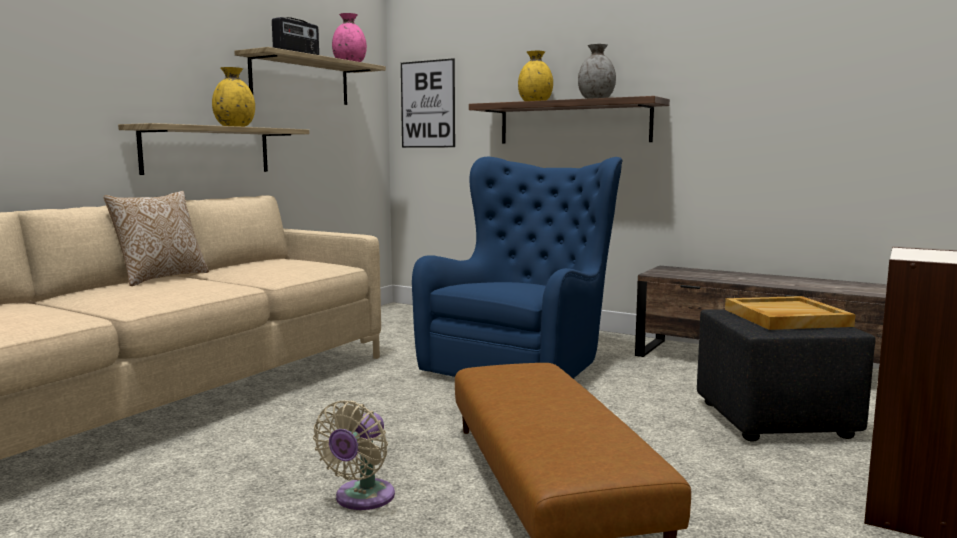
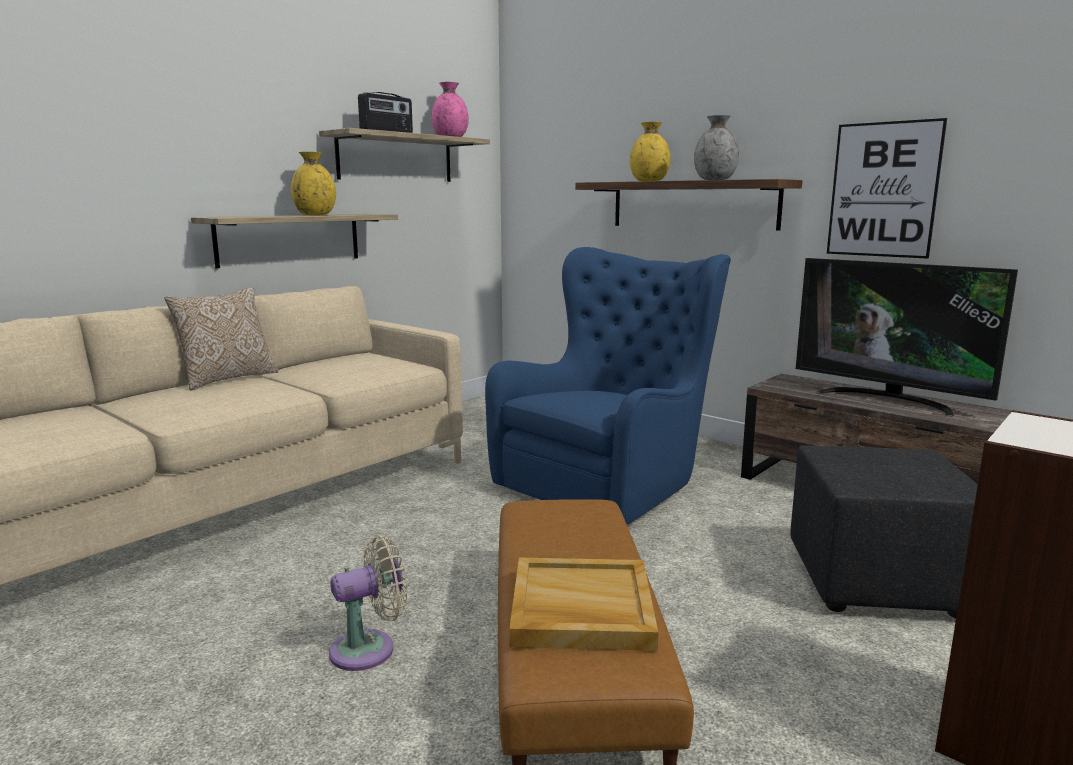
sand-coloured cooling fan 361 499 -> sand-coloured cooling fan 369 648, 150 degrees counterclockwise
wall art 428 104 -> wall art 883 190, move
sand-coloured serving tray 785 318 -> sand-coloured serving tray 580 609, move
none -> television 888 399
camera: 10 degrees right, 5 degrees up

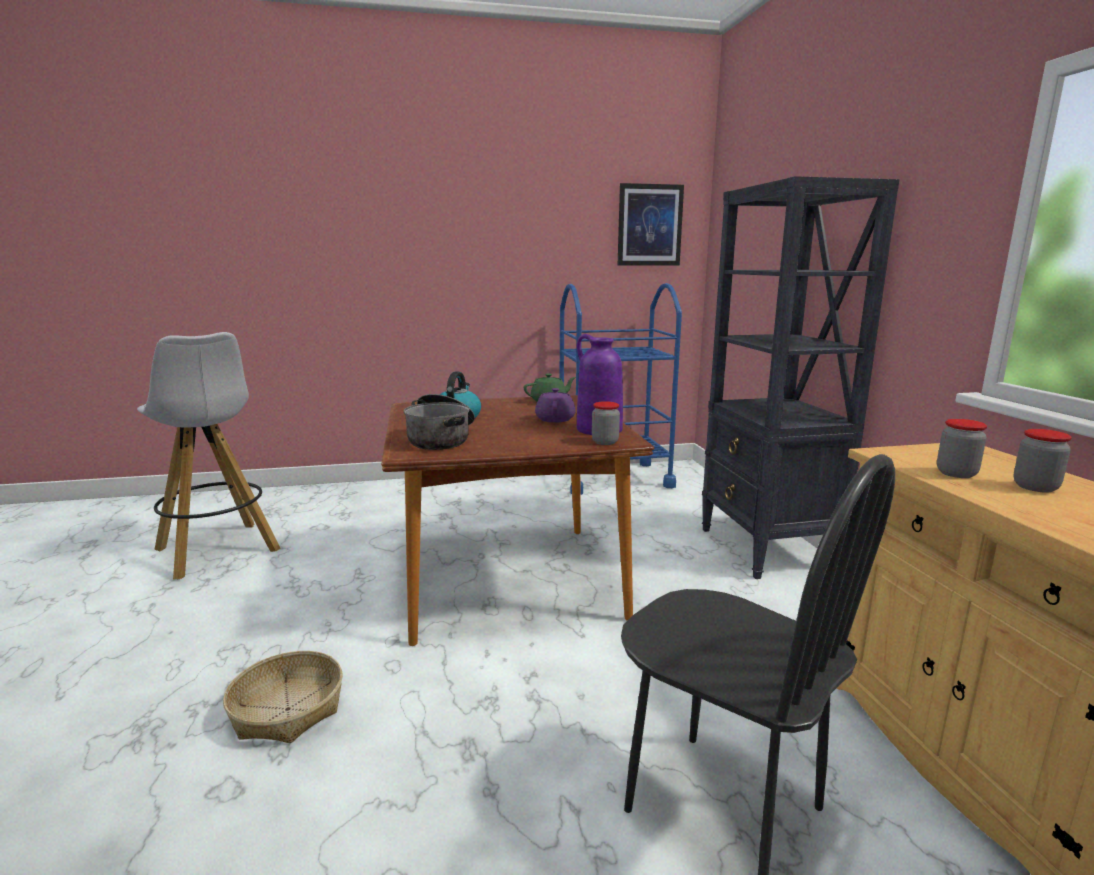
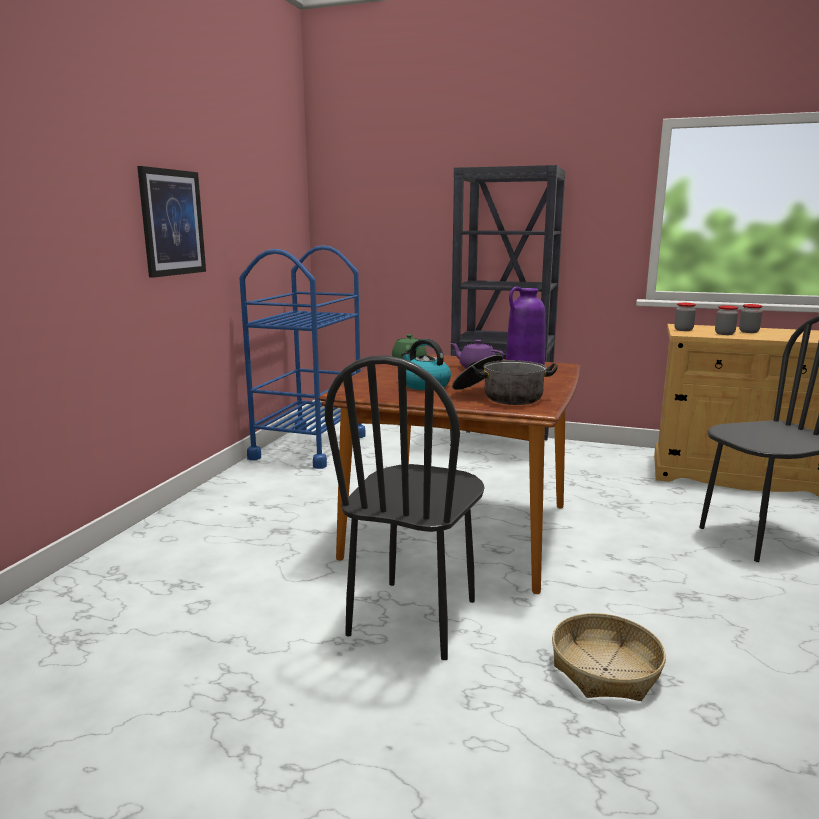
whitish stool 218 551 -> none
preserve jar 605 442 -> preserve jar 683 330, move
wall art 649 225 -> wall art 172 222, move
none -> black-coloured upright chair 414 617
camera: 60 degrees left, 0 degrees up

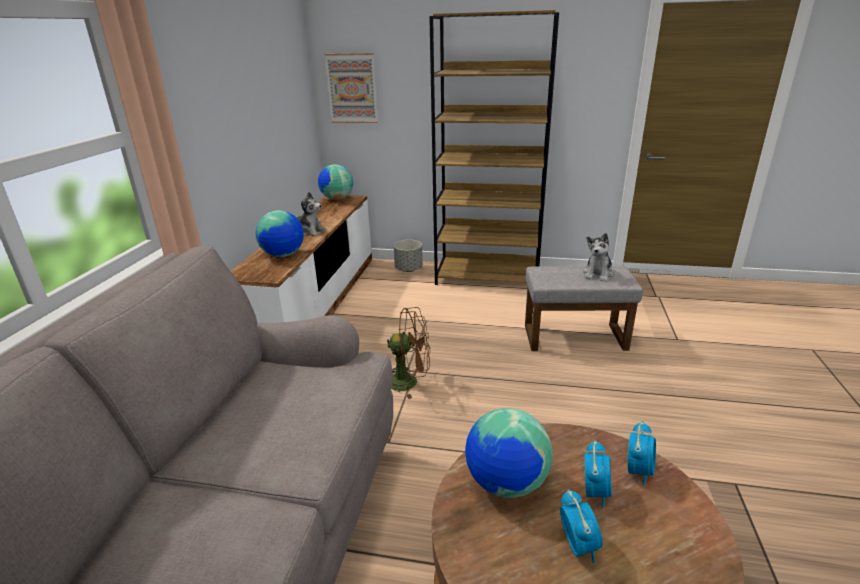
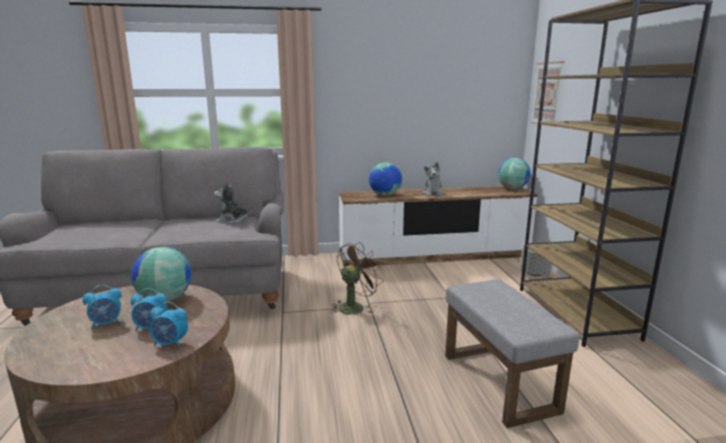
brown-coloured cooling fan 409 381 -> brown-coloured cooling fan 354 306, 120 degrees counterclockwise
soft toy 598 274 -> soft toy 233 220, move
camera: 70 degrees right, 10 degrees down

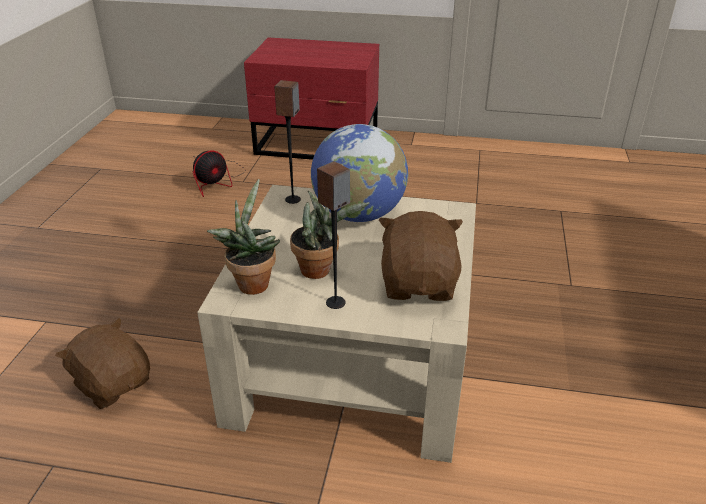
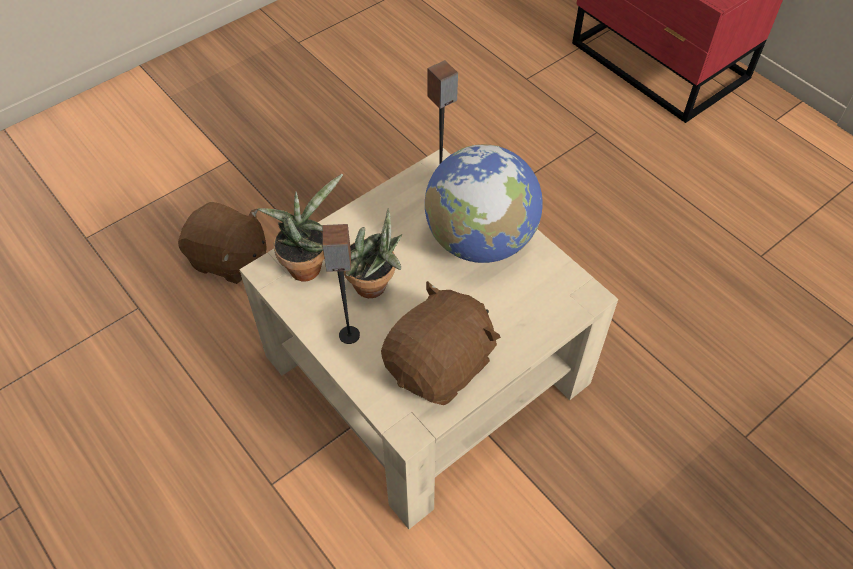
brown-coloured soft toy 113 383 -> brown-coloured soft toy 228 259, 120 degrees clockwise
cooling fan 216 180 -> none
camera: 40 degrees right, 20 degrees up

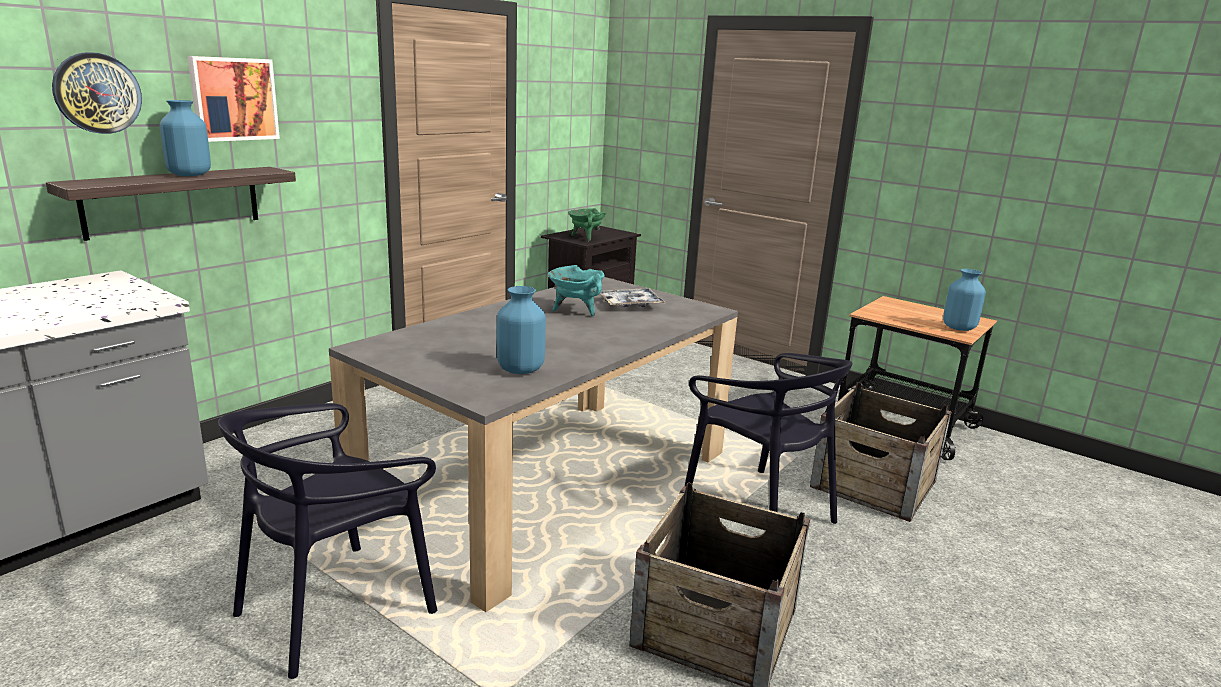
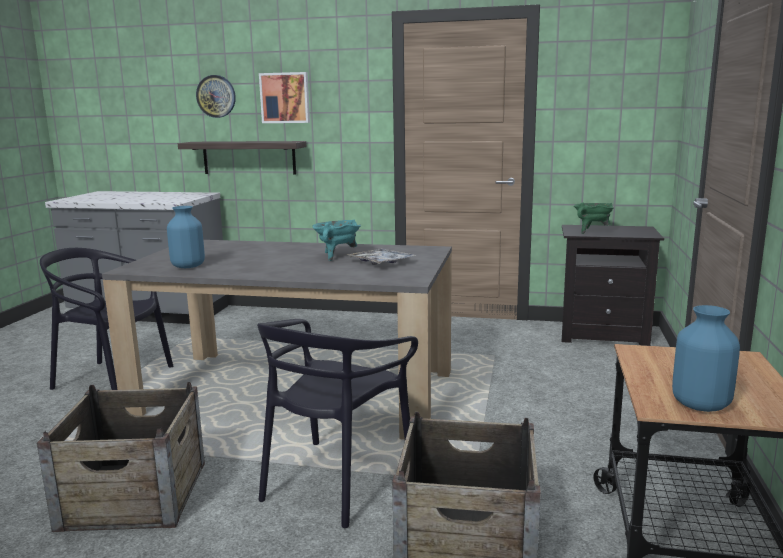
blue flower vase 190 175 -> none
camera: 65 degrees right, 5 degrees down

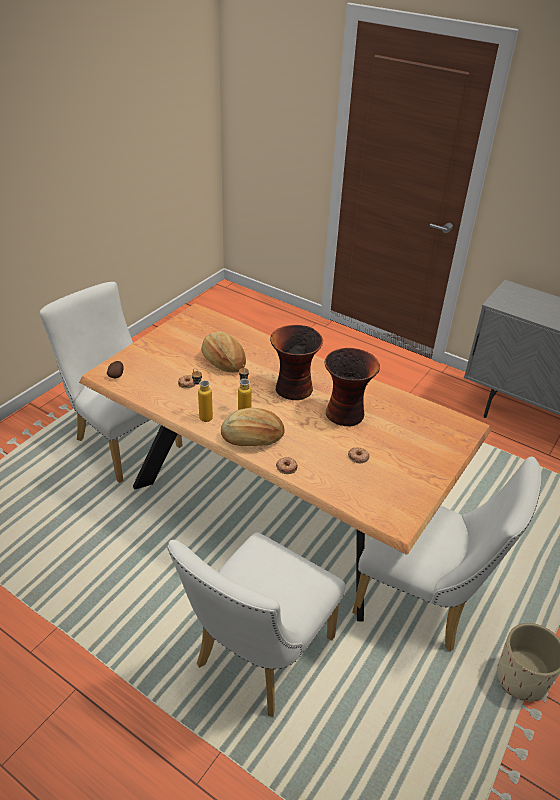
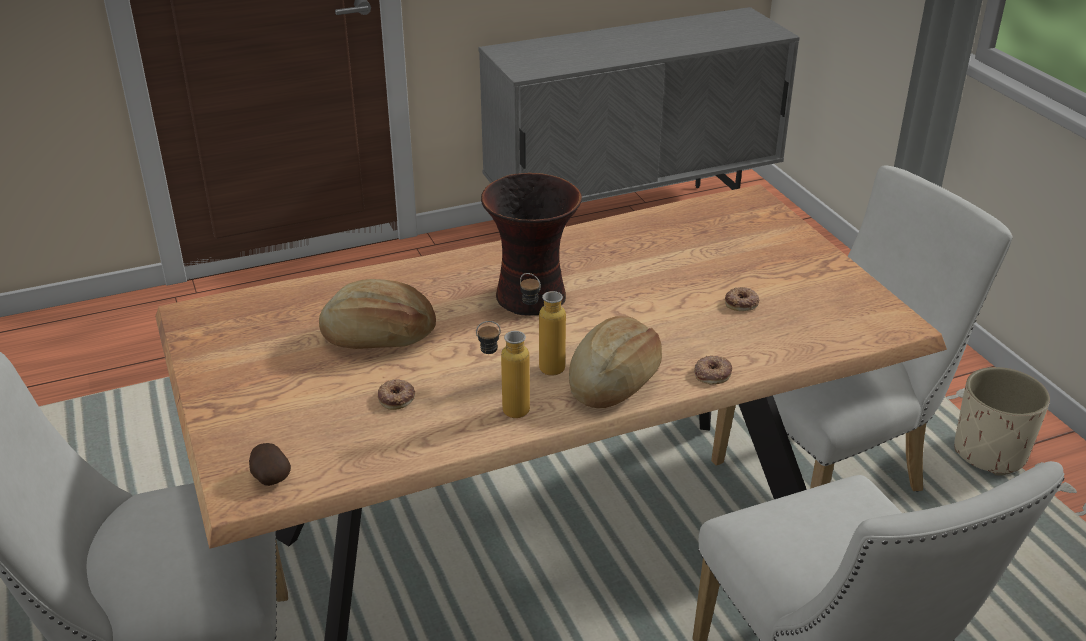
flower vase 346 414 -> none
camera: 55 degrees left, 5 degrees down

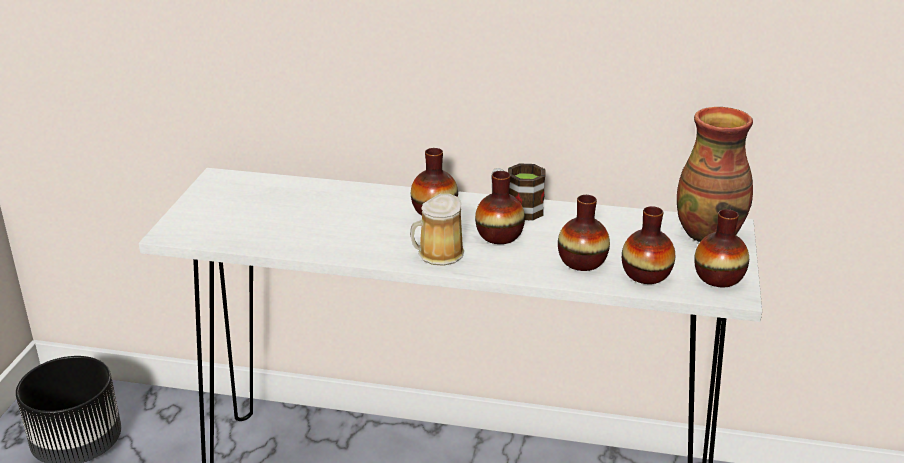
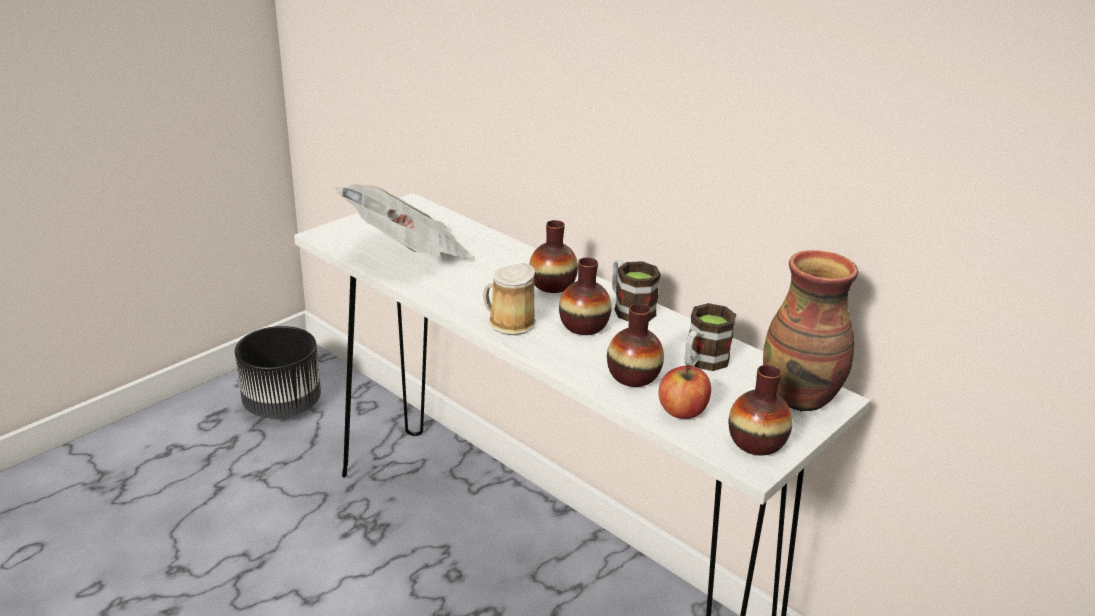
flower vase 646 274 -> apple fruit 682 411
none -> printed paper 409 254
none -> tea mug 702 362
camera: 30 degrees right, 0 degrees up

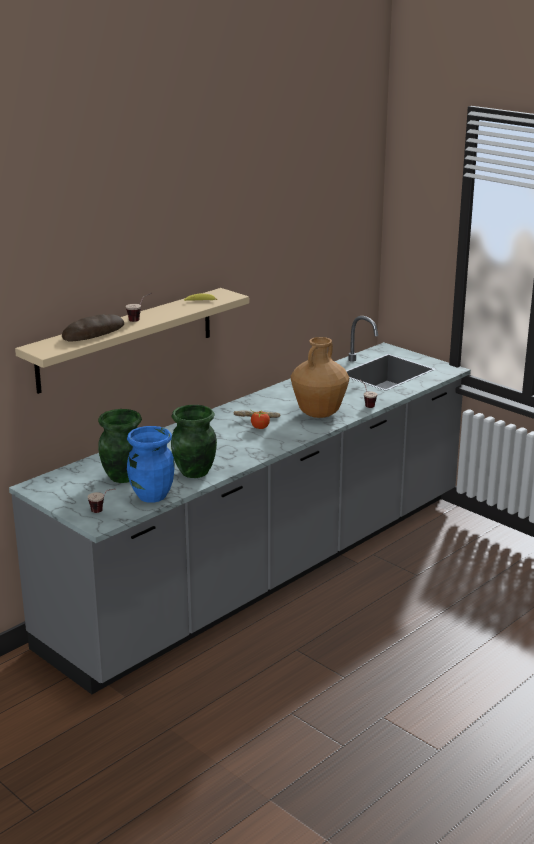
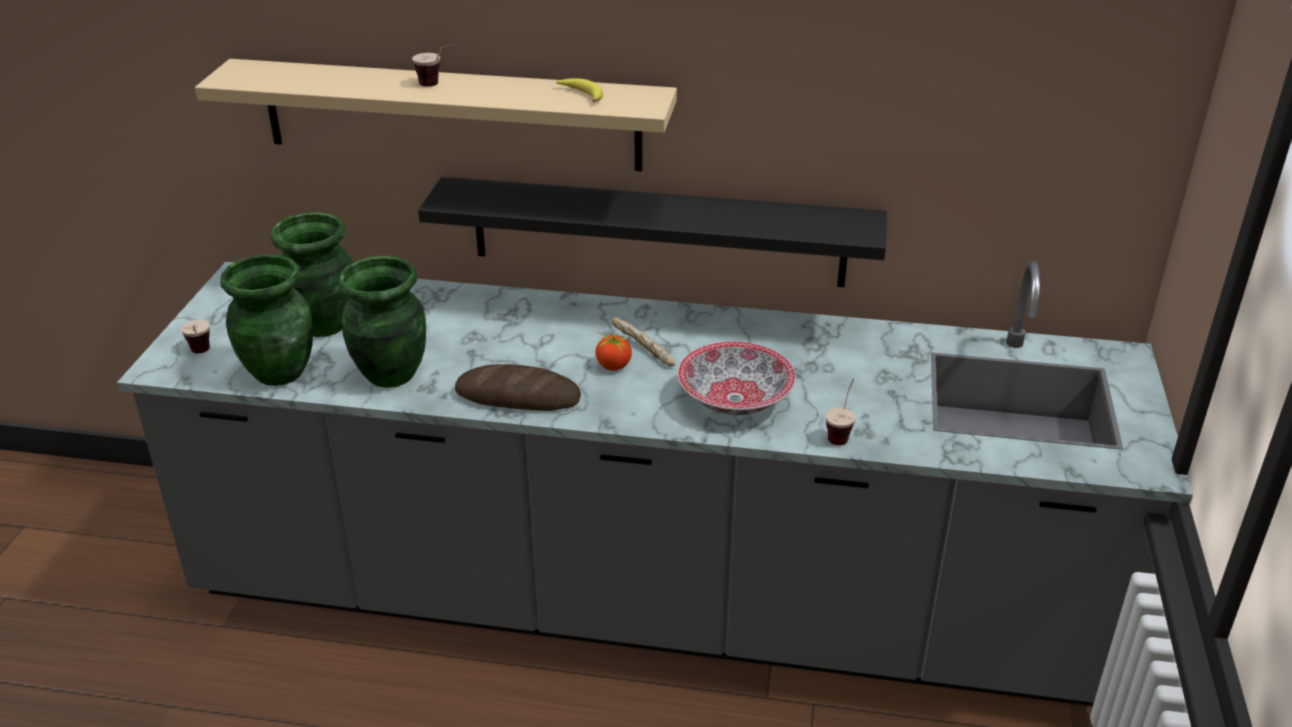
bread 93 333 -> bread 518 396, move
blue flower vase 152 495 -> green-coloured flower vase 280 372
brown-coloured flower vase 318 414 -> bowl 734 400
none -> black-coloured bracket shelf 658 232
camera: 55 degrees right, 10 degrees up

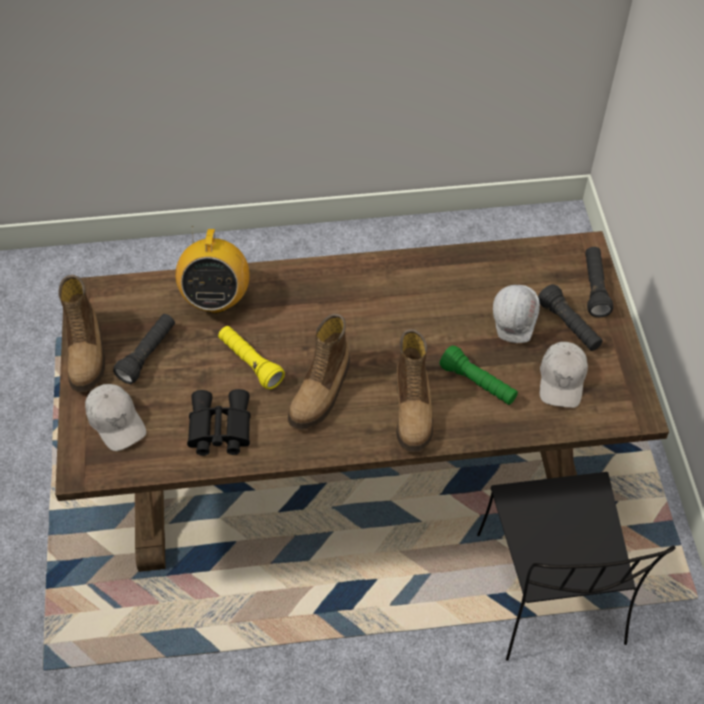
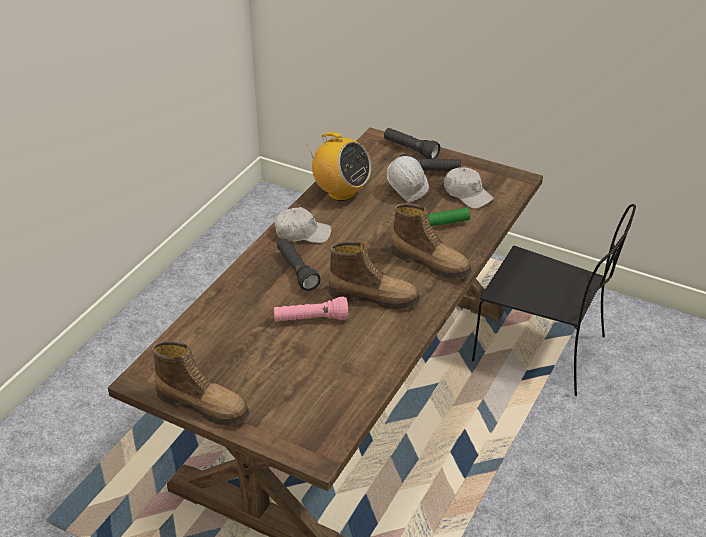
whitish peaked cap 116 421 -> whitish peaked cap 302 233, move
black-coloured hand torch 148 354 -> black-coloured hand torch 296 271, move
radio receiver 216 299 -> radio receiver 341 193, move
black-coloured binoculars 218 429 -> none
yellow-coloured hand torch 250 363 -> pink hand torch 311 320
high-top boot 321 392 -> high-top boot 374 297, 45 degrees counterclockwise
camera: 55 degrees left, 15 degrees down

